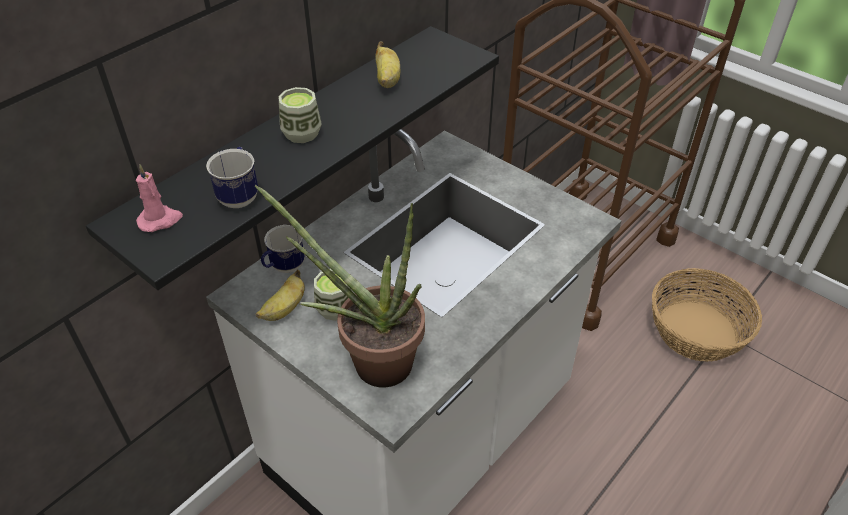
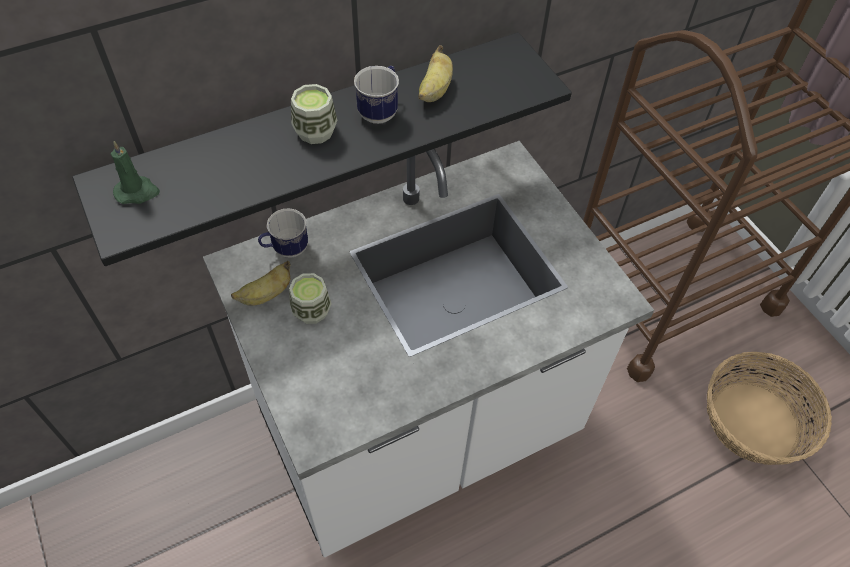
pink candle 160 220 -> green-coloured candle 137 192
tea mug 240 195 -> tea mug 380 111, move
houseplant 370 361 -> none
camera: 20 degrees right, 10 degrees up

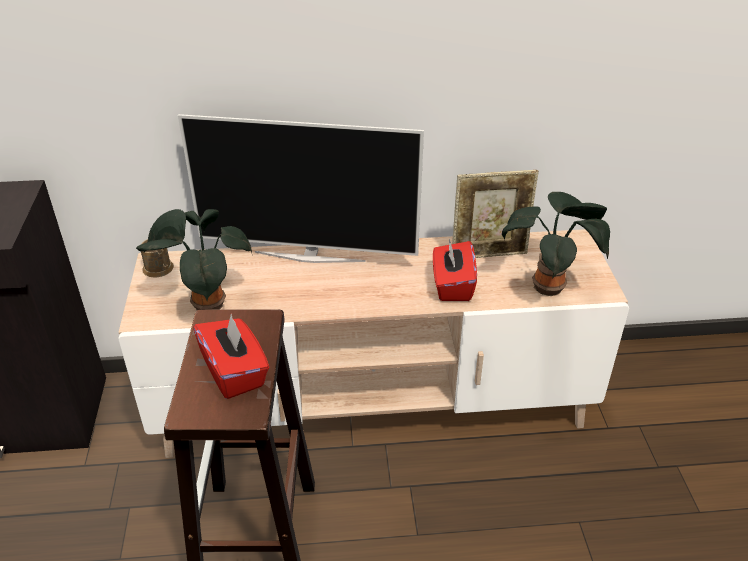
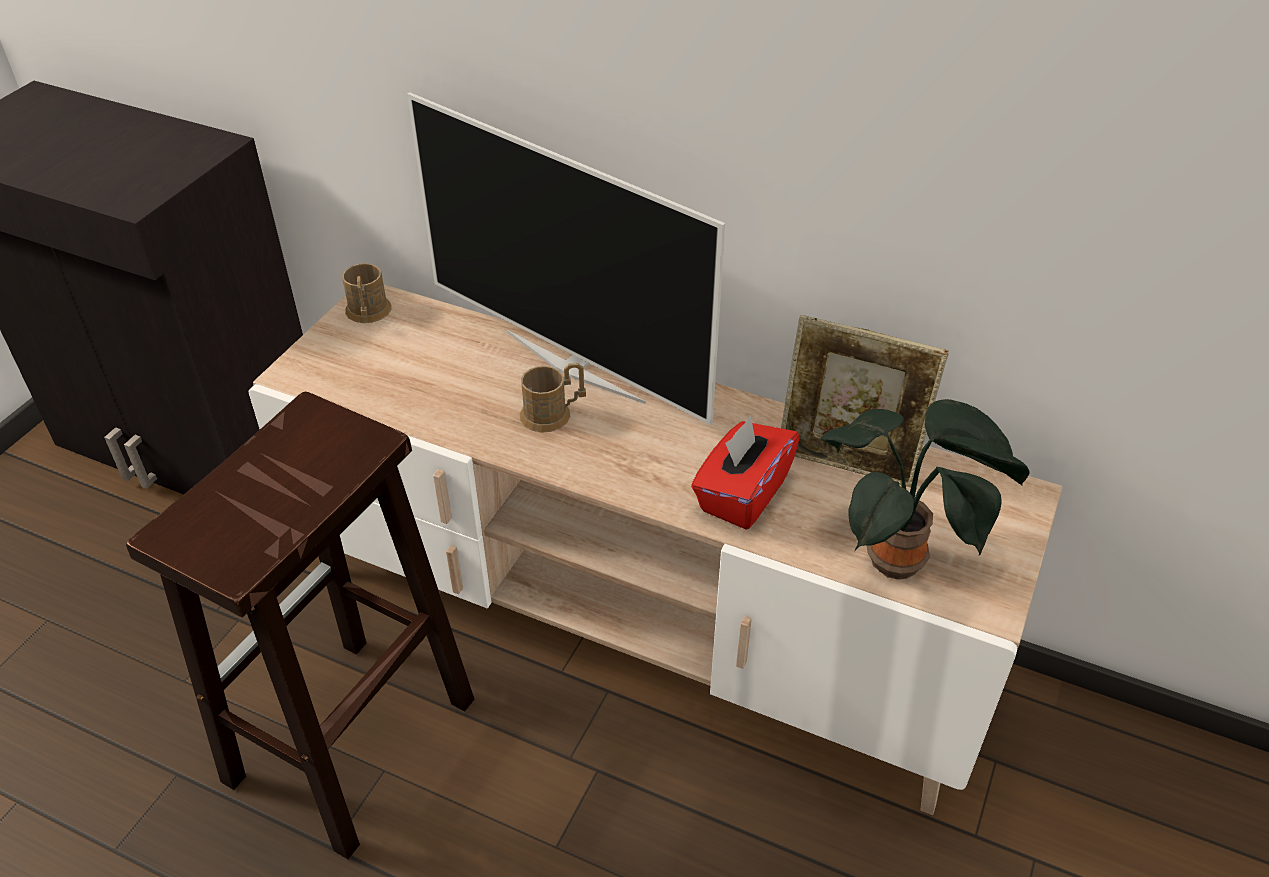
houseplant 205 306 -> none
reddish tissue box 235 372 -> none
none -> brown-coloured tea mug 553 414
camera: 30 degrees right, 5 degrees up

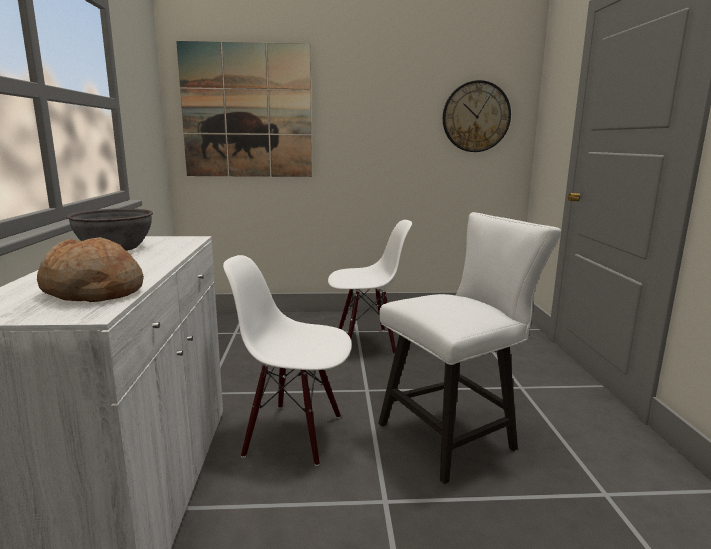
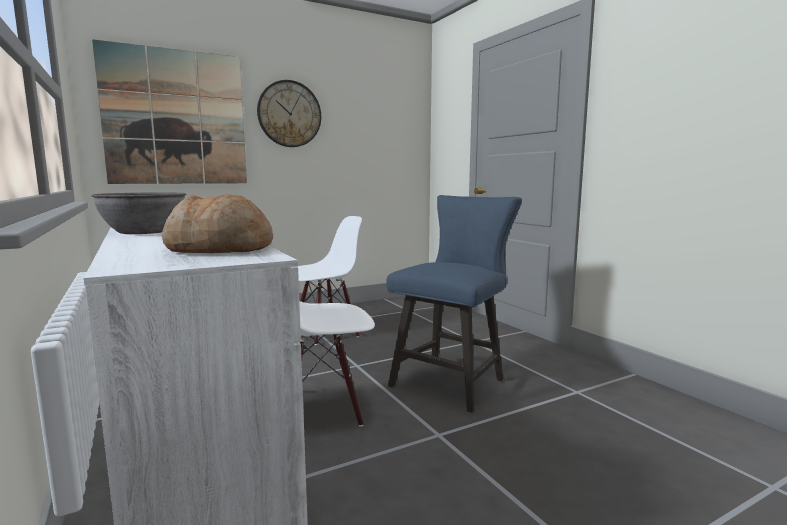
whitish upright chair 454 435 -> blue upright chair 452 380
wall clock 476 117 -> wall clock 289 114, move
camera: 25 degrees left, 5 degrees down

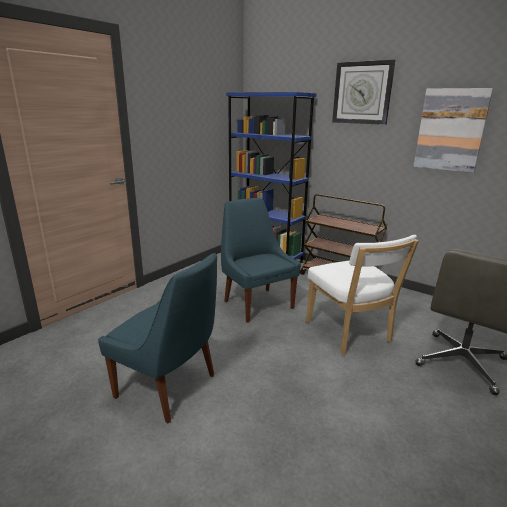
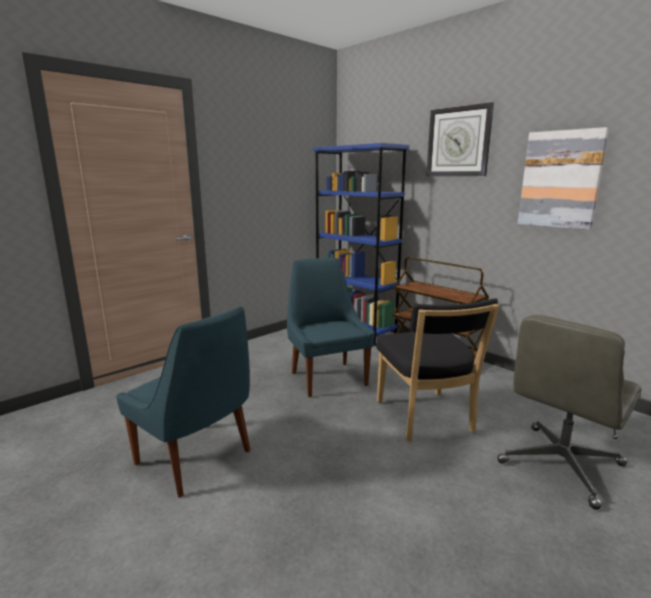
whitish upright chair 350 334 -> black-coloured upright chair 426 419
camera: 10 degrees right, 5 degrees down

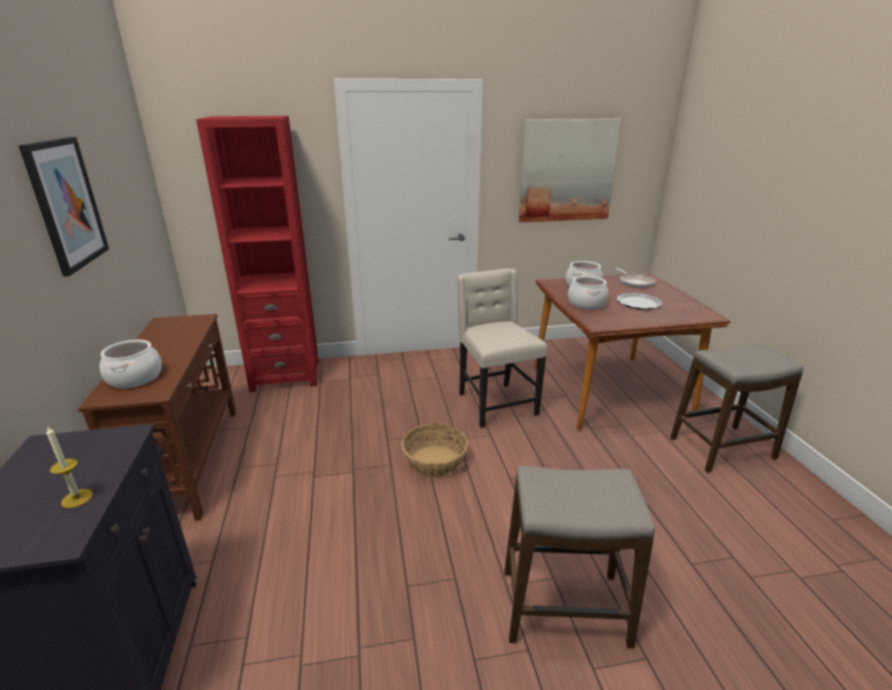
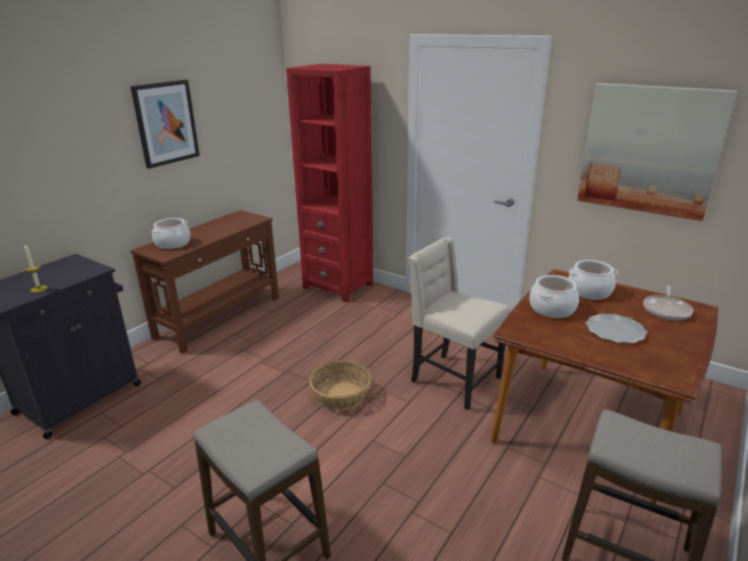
sand-coloured upright chair 495 404 -> sand-coloured upright chair 453 380, 75 degrees counterclockwise
camera: 45 degrees right, 0 degrees up

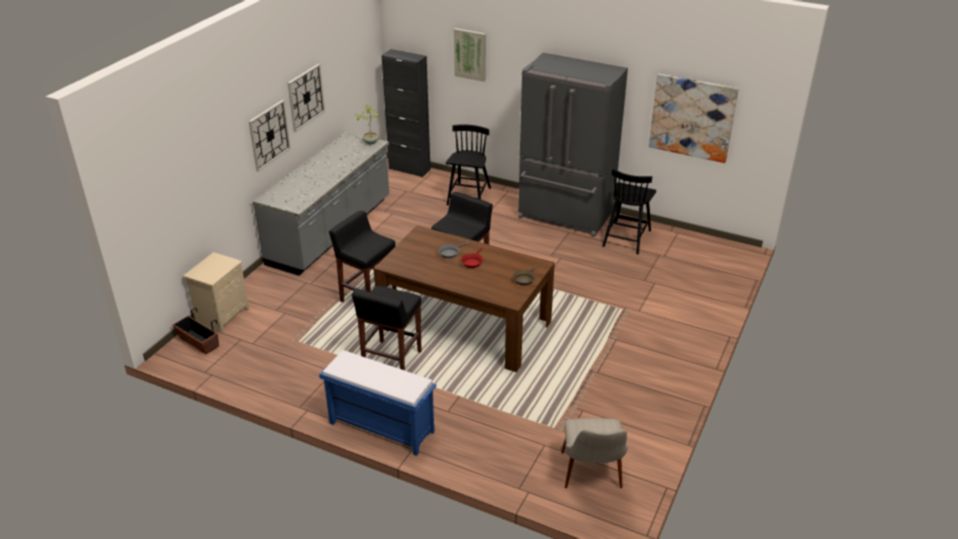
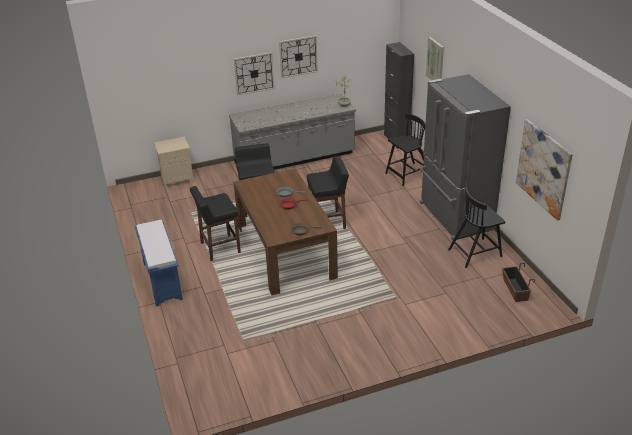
plant pot 198 342 -> plant pot 515 290, move
sand-coloured upright chair 592 479 -> none
camera: 45 degrees right, 0 degrees up

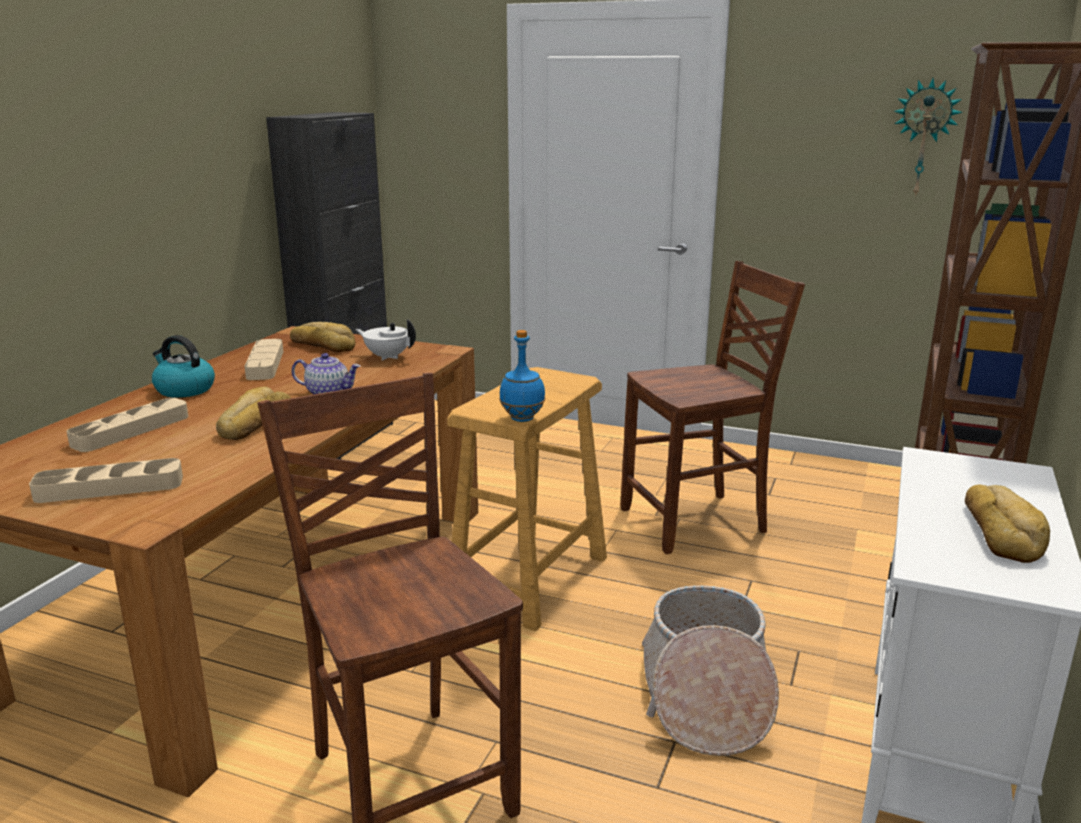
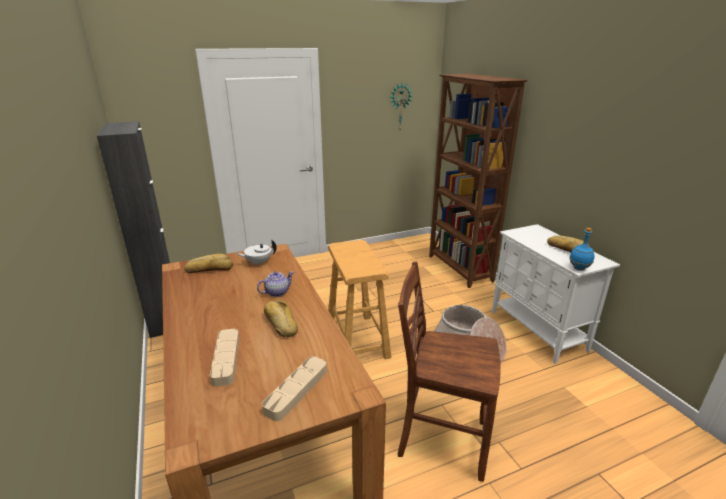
kettle 184 389 -> none
sand-coloured serving tray 265 364 -> none
blue drink bottle 522 418 -> blue drink bottle 578 268, move
brown-coloured upright chair 697 522 -> none
camera: 45 degrees left, 5 degrees up

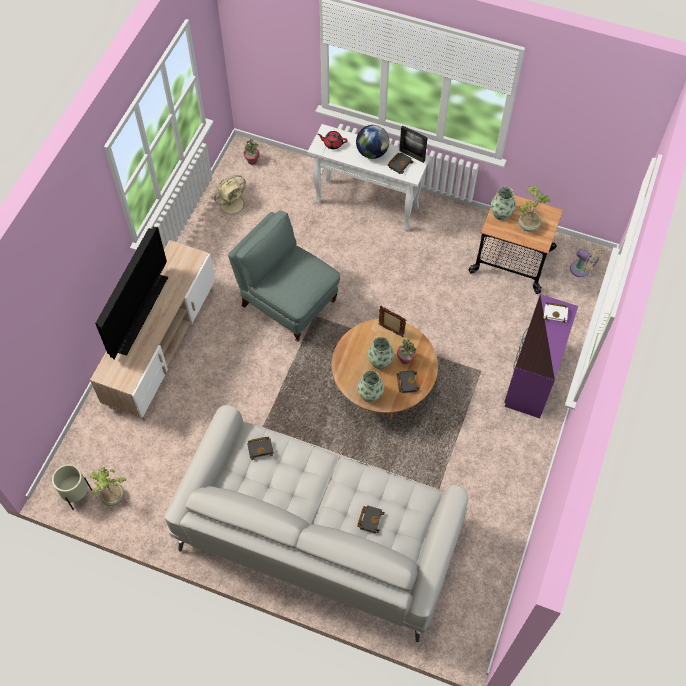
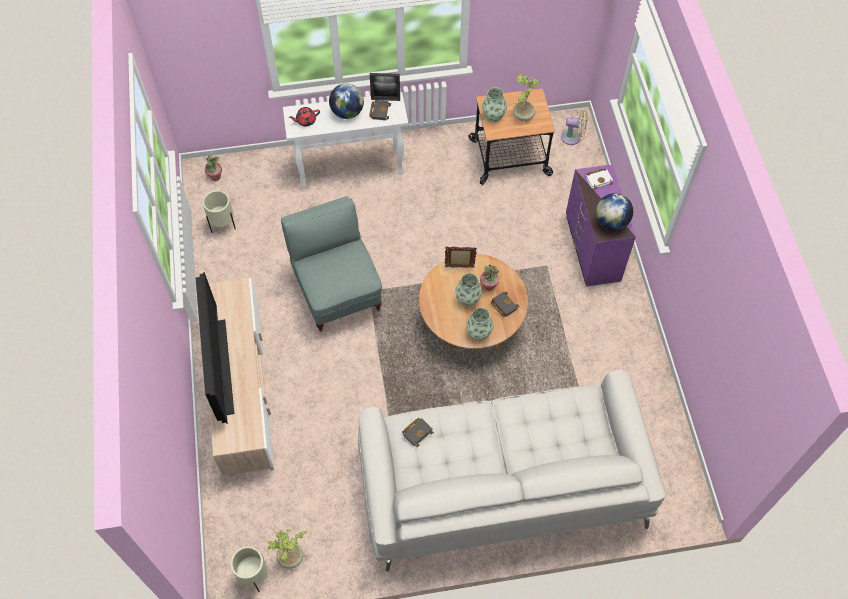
sand-coloured cooling fan 233 204 -> sand-coloured plant pot 223 225
gray armchair 288 303 -> gray armchair 337 291, 60 degrees clockwise
black-coloured book 370 519 -> none
none -> desk globe 611 222
camera: 30 degrees left, 0 degrees up

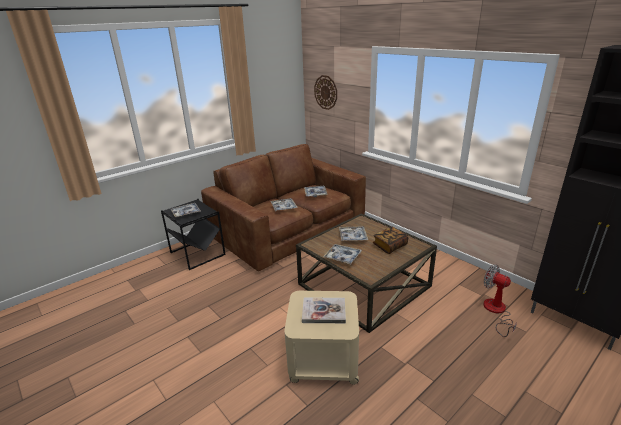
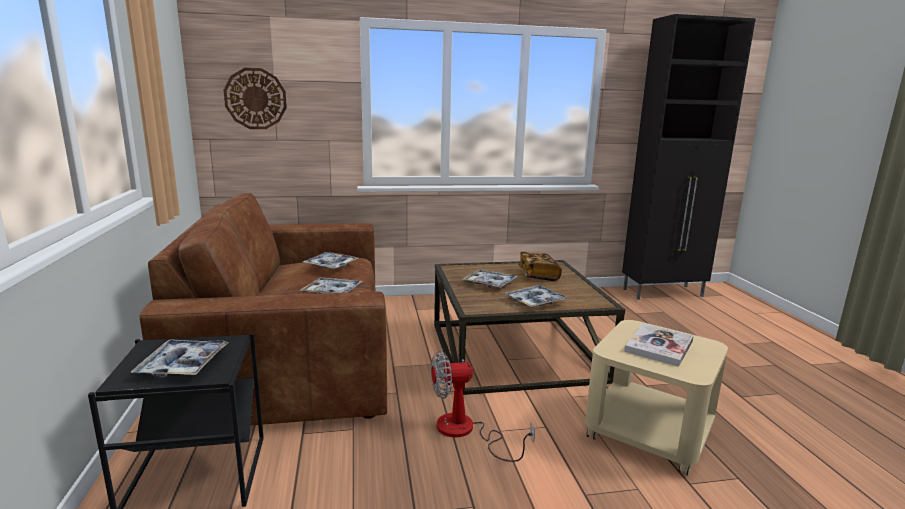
cooling fan 496 312 -> cooling fan 466 432, move
camera: 60 degrees left, 10 degrees down

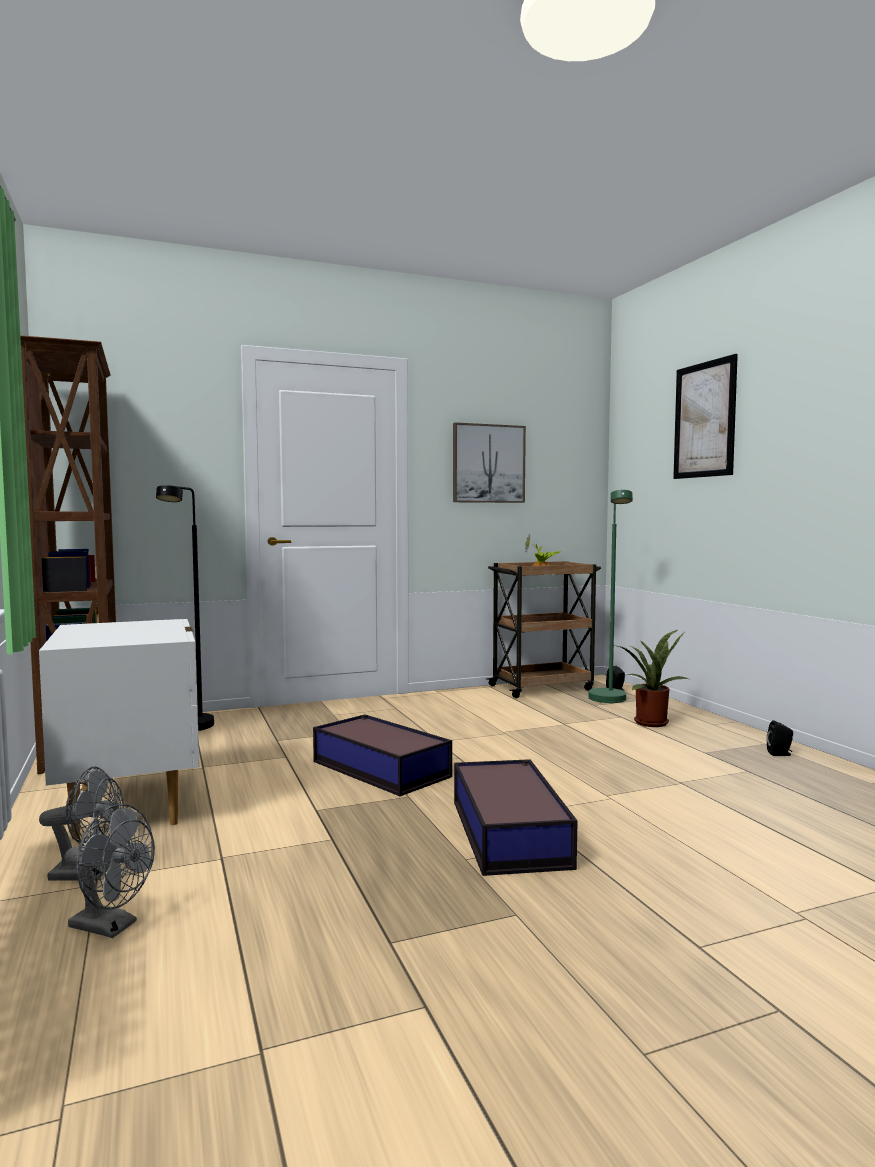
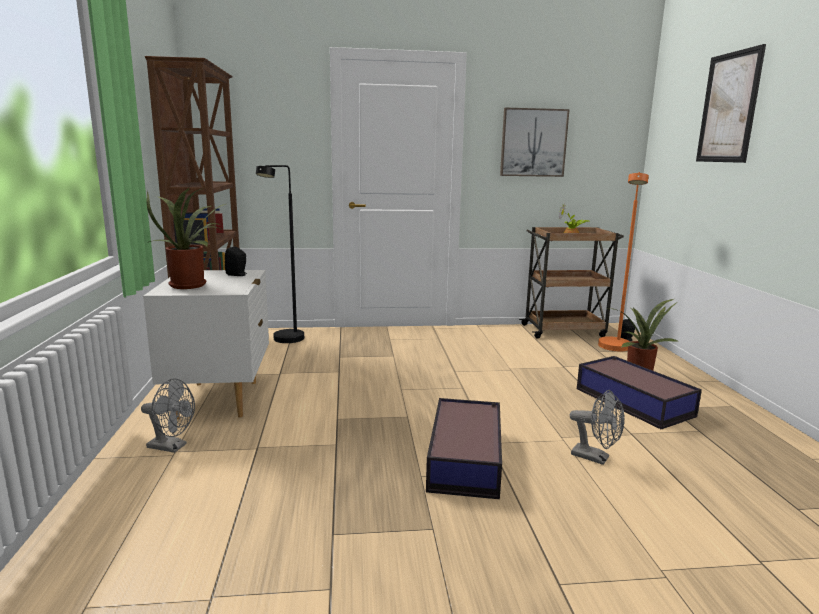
gray cooling fan 111 926 -> gray cooling fan 596 458, move
storage container 380 768 -> storage container 632 401, move
green-coloured standing lamp 609 701 -> orange standing lamp 614 349
black-coloured loudspeaker 780 754 -> black-coloured loudspeaker 238 275, move
none -> houseplant 191 285
camera: 15 degrees right, 10 degrees up

